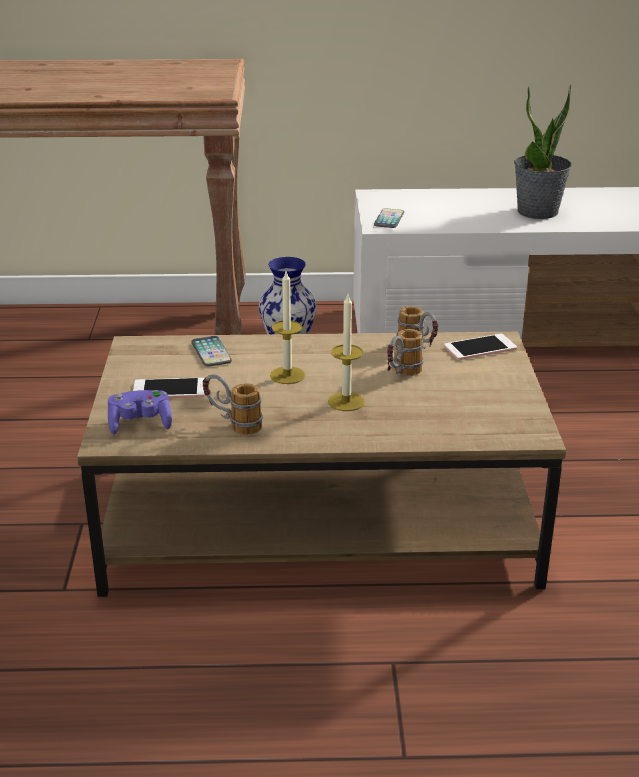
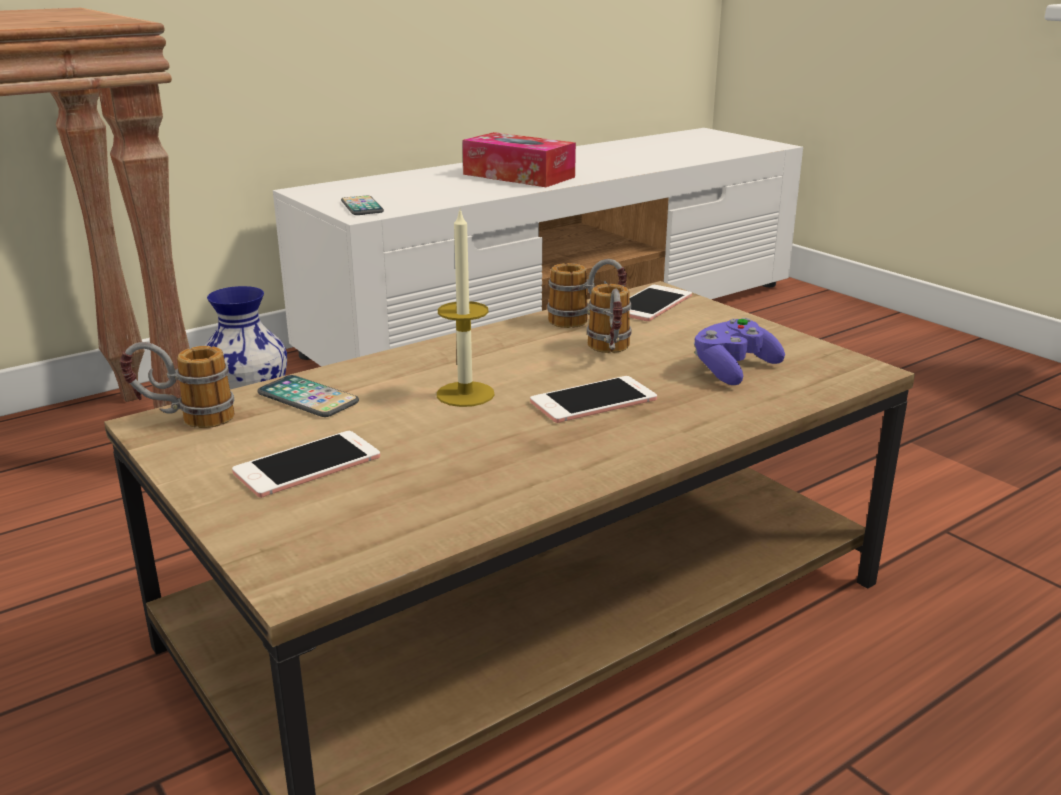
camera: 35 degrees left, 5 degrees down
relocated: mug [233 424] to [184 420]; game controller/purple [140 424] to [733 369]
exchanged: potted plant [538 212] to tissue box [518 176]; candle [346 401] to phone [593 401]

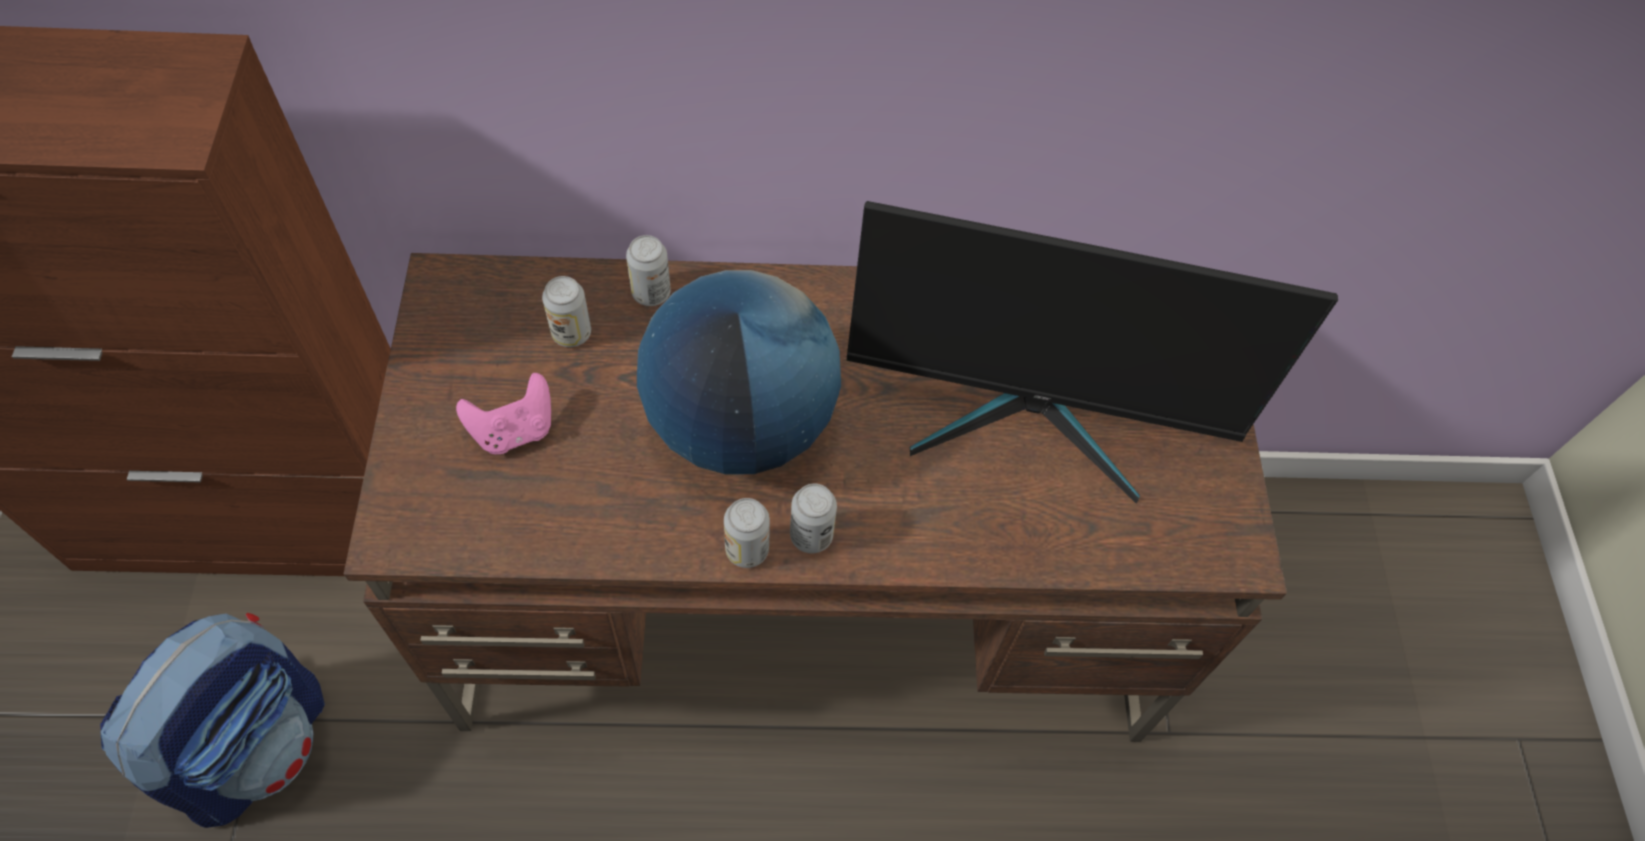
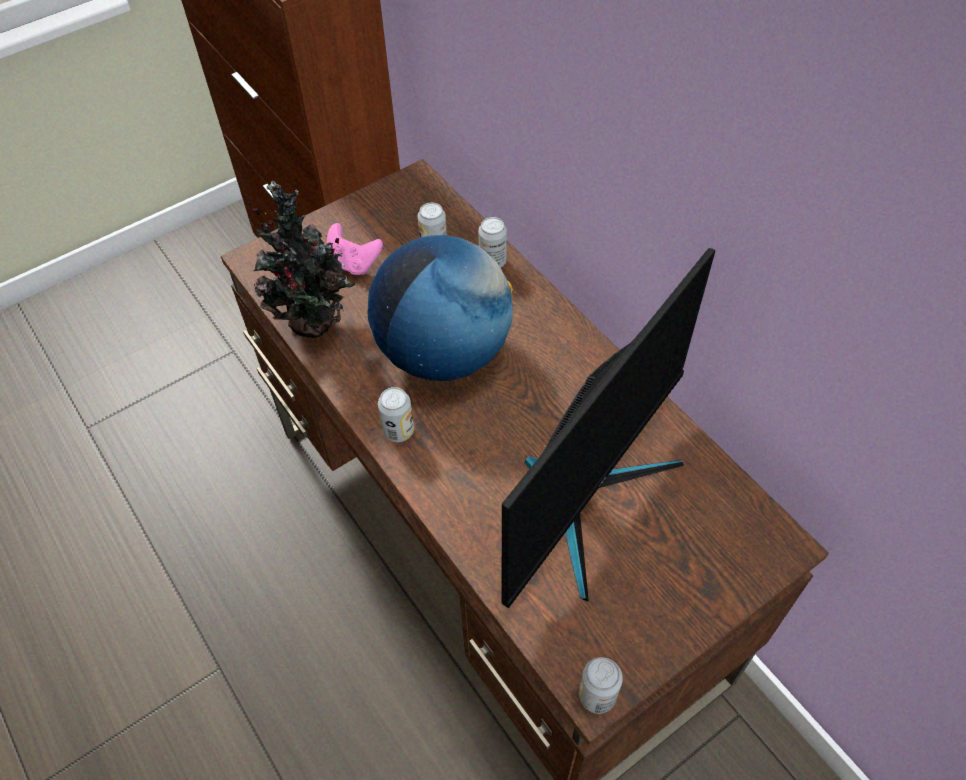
camera: 60 degrees right, 5 degrees down
missing: backpack [255 744]
appeared: potted plant [316 325]
relocated: can [747 550] to [597 695]
spun: monitor [1033 417] = [588 498] 120 degrees counterclockwise

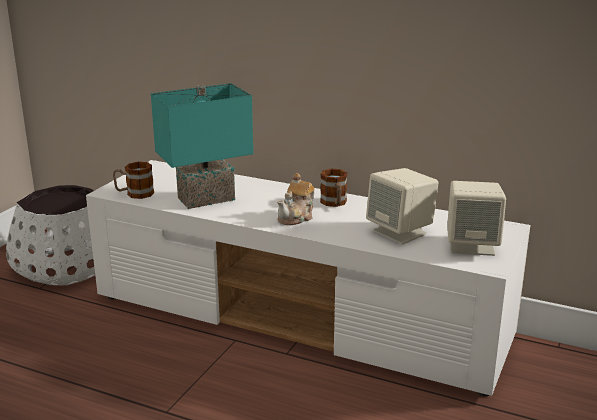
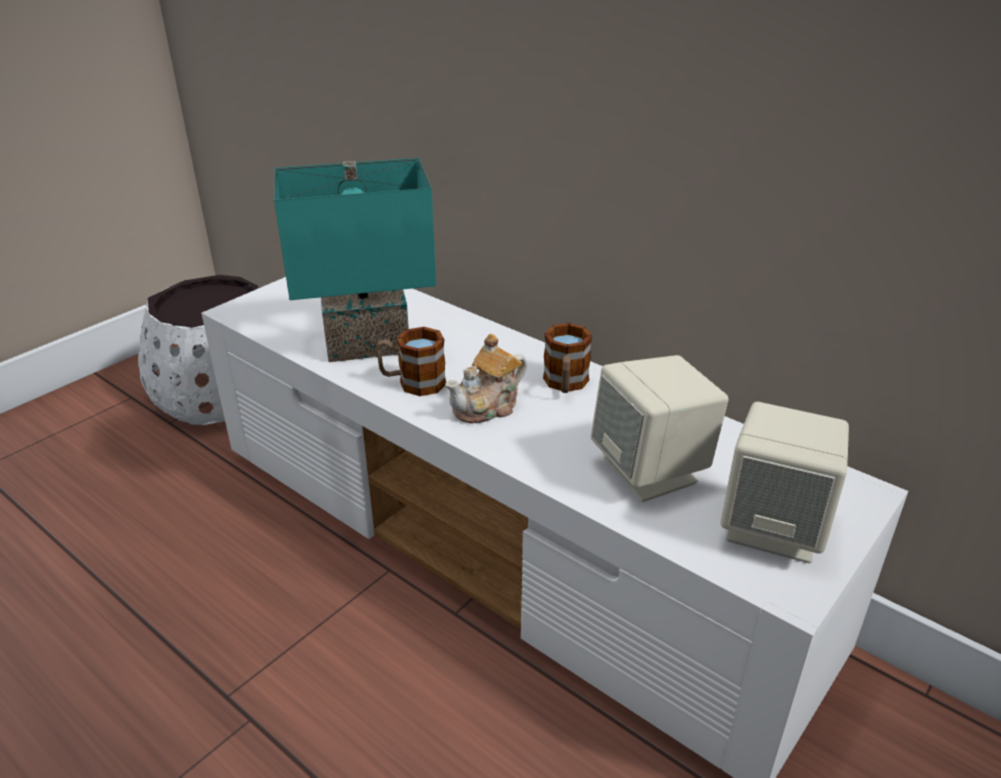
camera: 15 degrees right, 10 degrees up
relocated: mug [134 194] to [412 382]

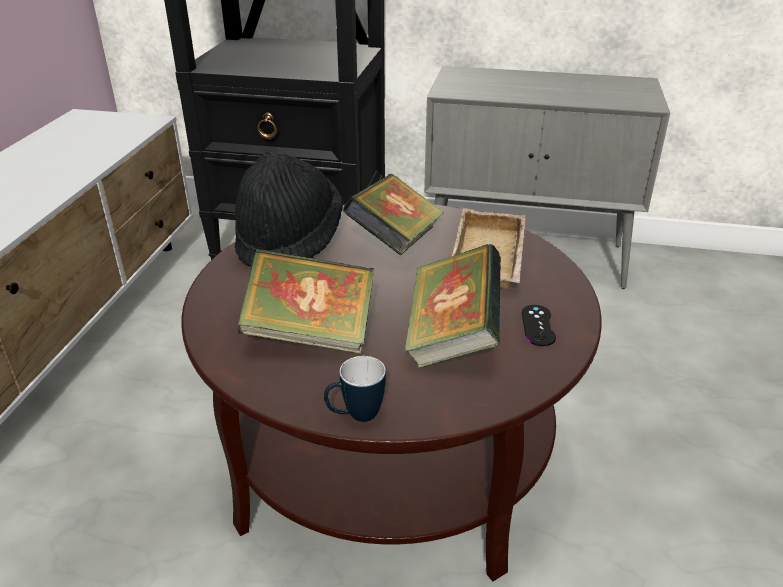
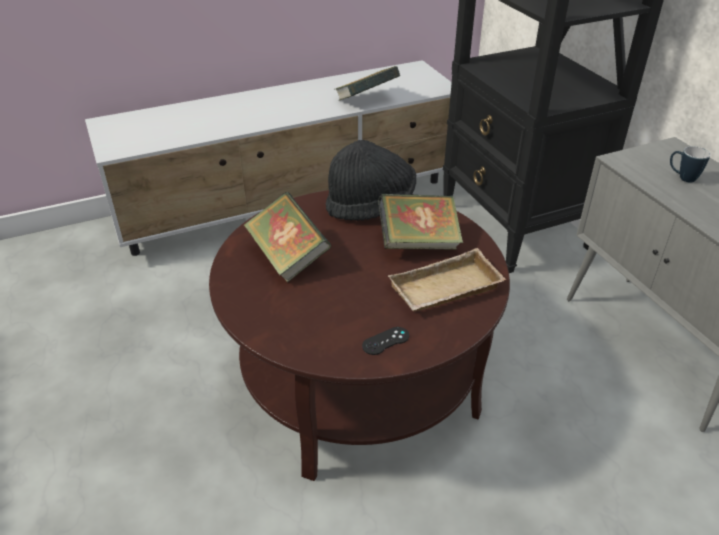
camera: 55 degrees right, 5 degrees up
relocated: book [452 337] to [366 100]; mug [355 416] to [682 178]

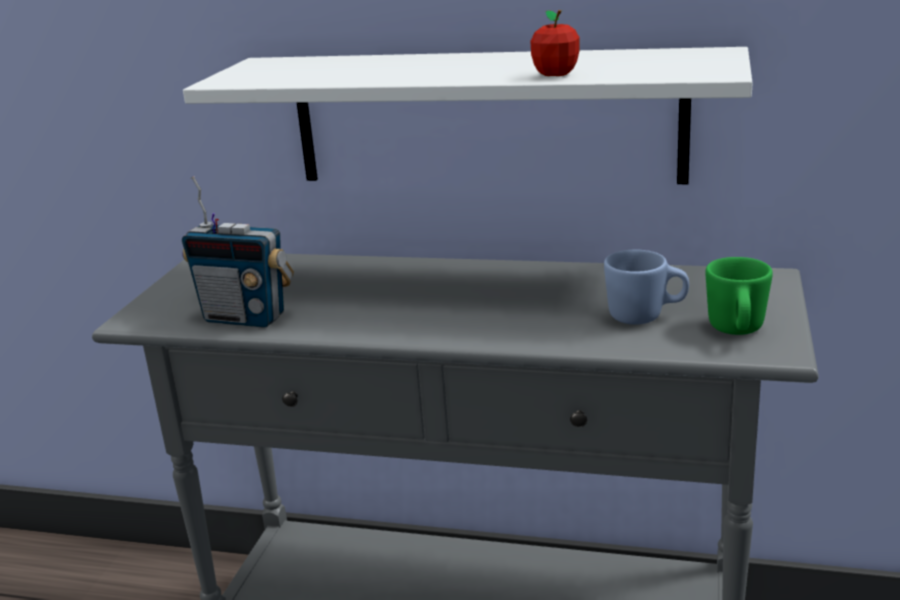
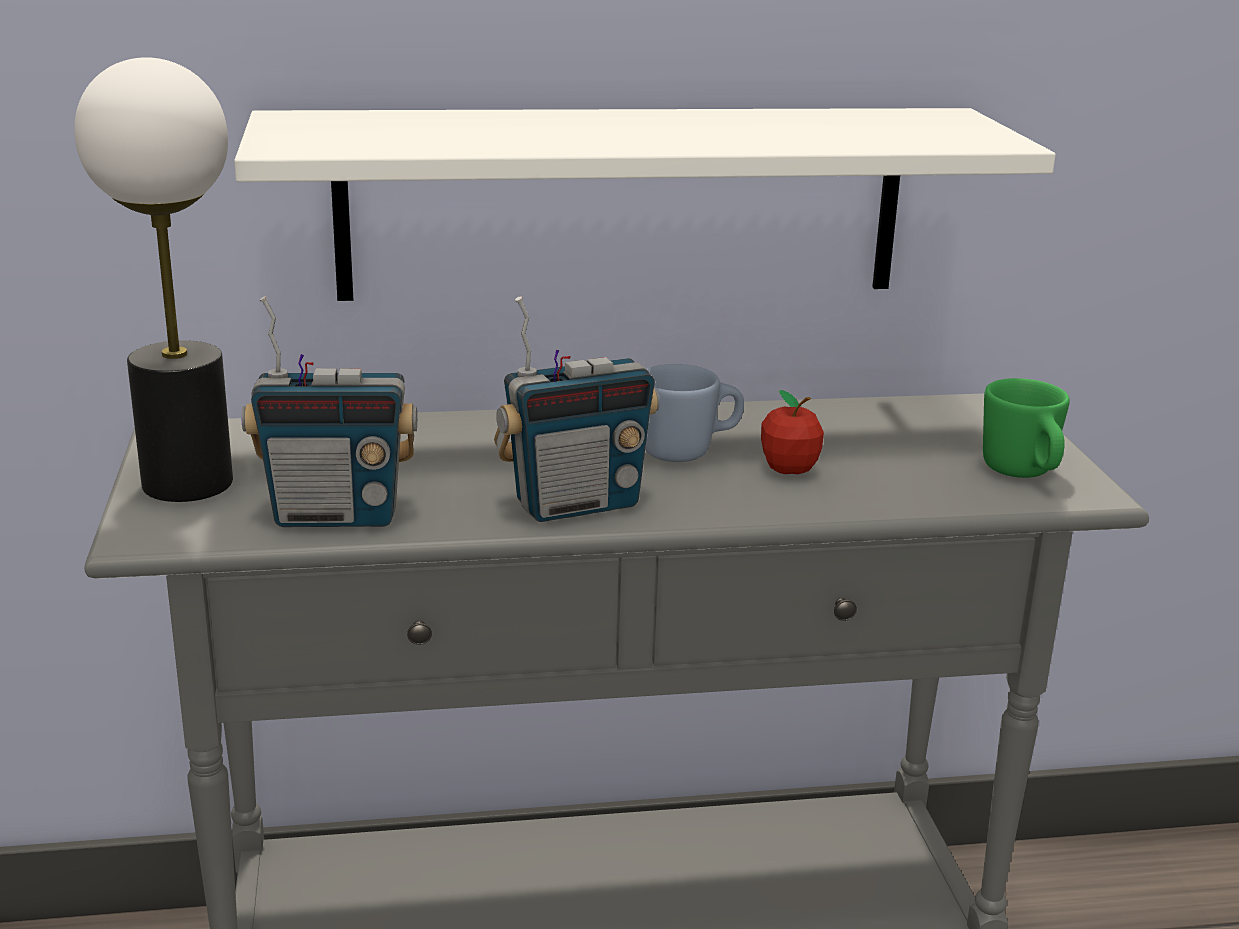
camera: 25 degrees left, 0 degrees up
appeared: table lamp [189 483]; radio [576 504]
relocated: mug/blue [645 317] to [689 451]; apple [555 74] to [789 469]

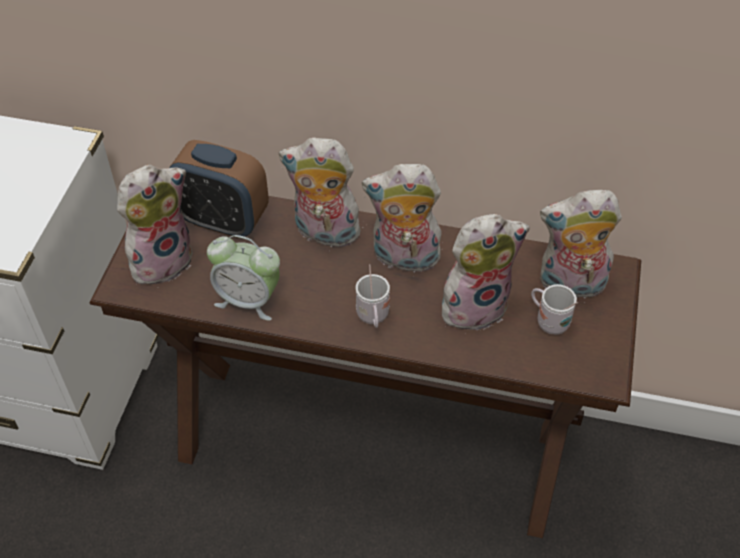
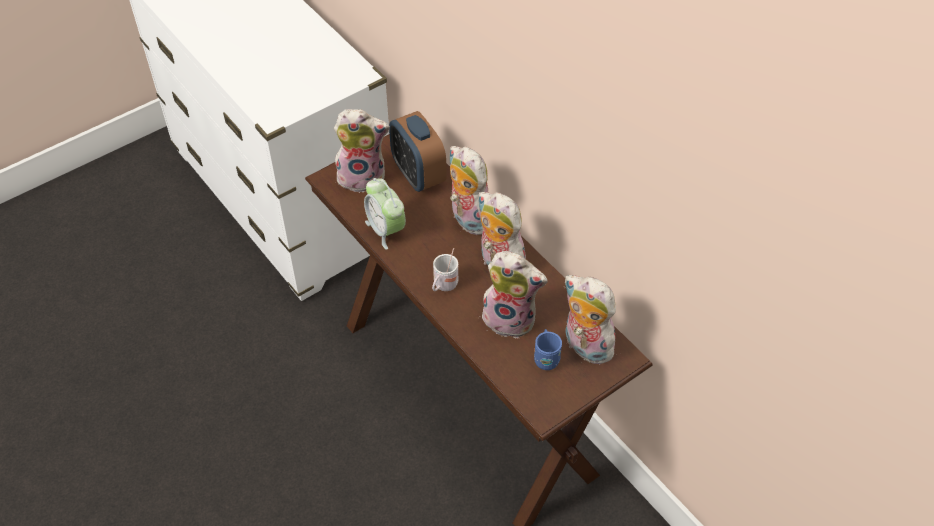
camera: 40 degrees right, 0 degrees up
colour: mug/white [548 321] to mug/blue [546 358]

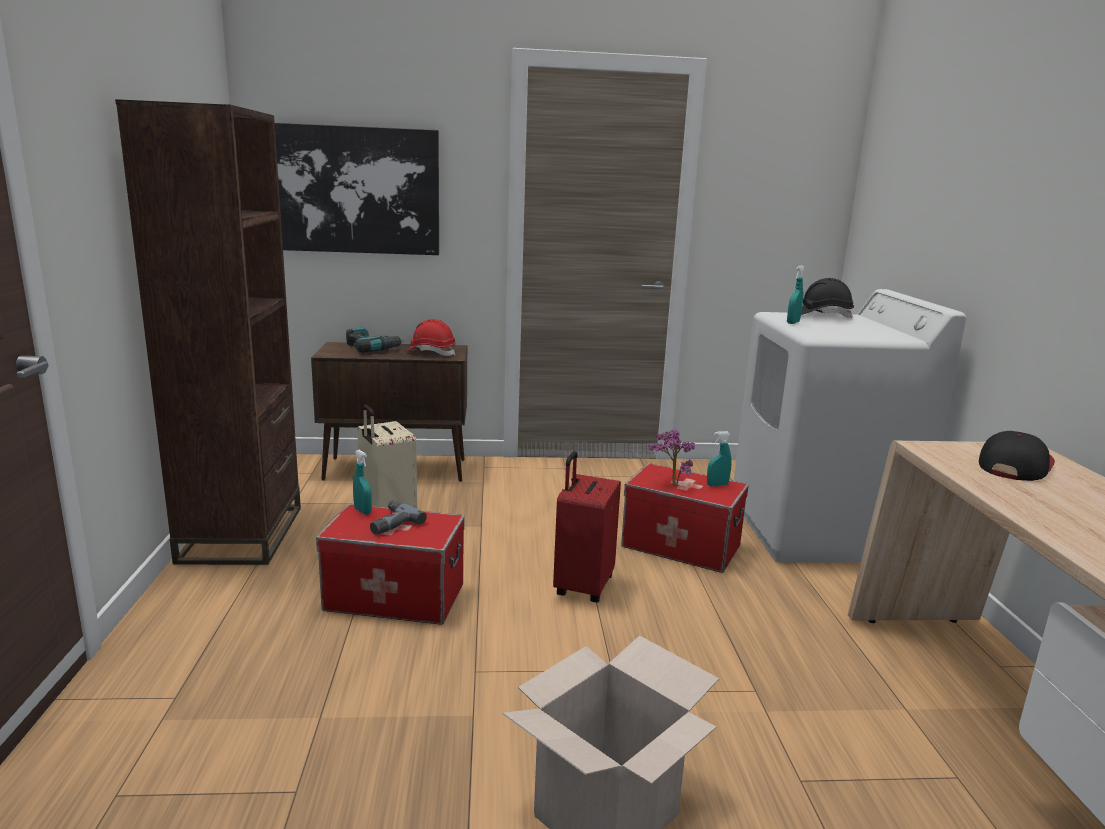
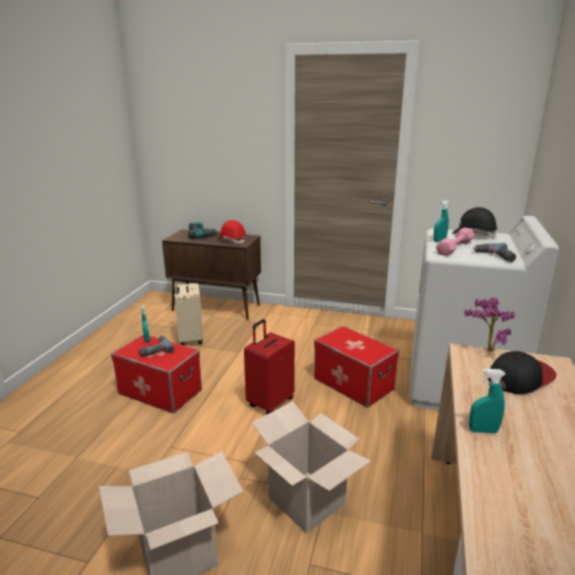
camera: 20 degrees right, 5 degrees up
missing: bookcase/brown [242 534]; picture [348 190]
appeared: cardboard box [306 501]; dumbbell/pink [455 247]; power drill [495 256]
relocated: potted plant [670 484] to [485 349]; spray bottle/turquoise [717 485] to [483 431]

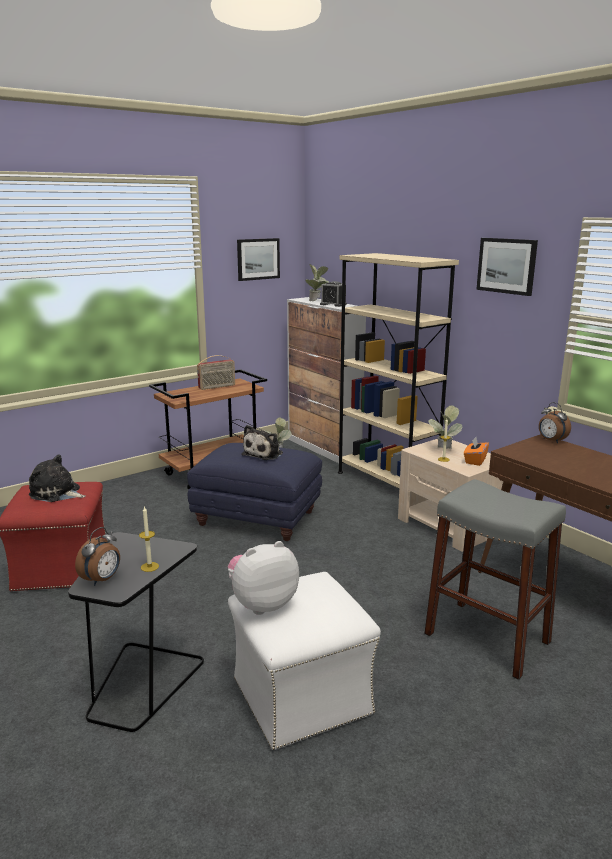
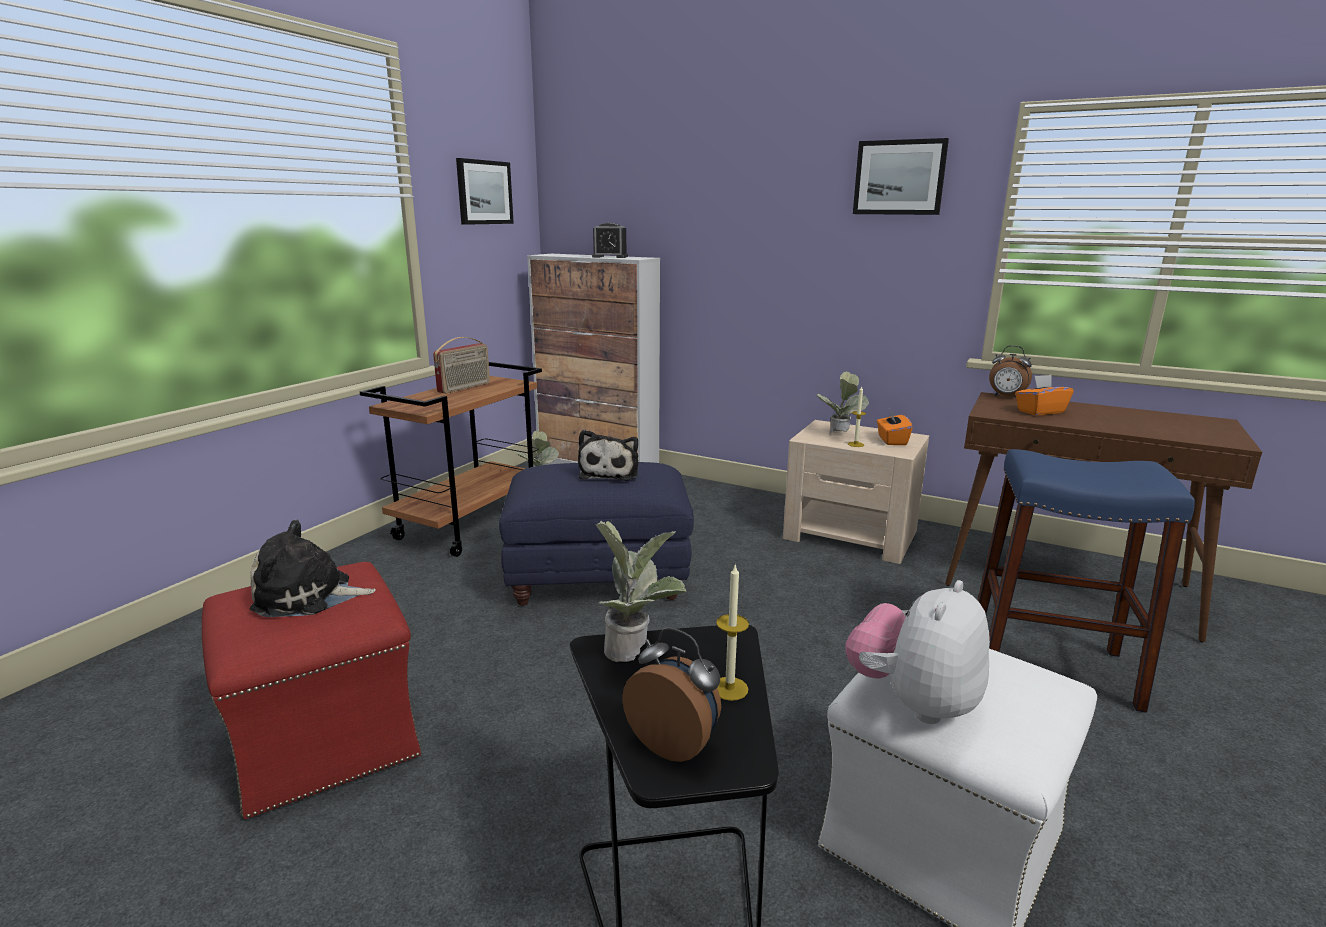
camera: 25 degrees left, 0 degrees up
missing: bookcase/beige [386 483]
appeared: tissue box/orange [1040 411]
relocated: potted plant [317 301] to [636 651]
colour: stool/grey [486 637] to stool/blue [1050 667]
spun: alarm clock [102 579] = [675 743] 60 degrees counterclockwise

